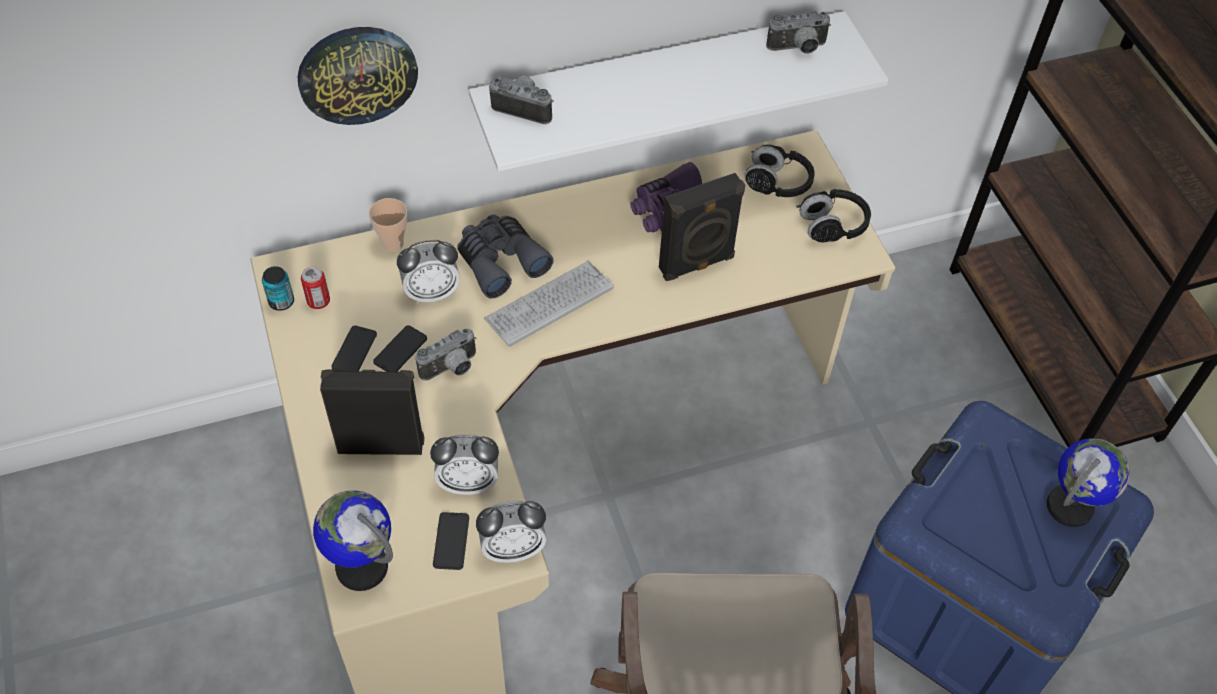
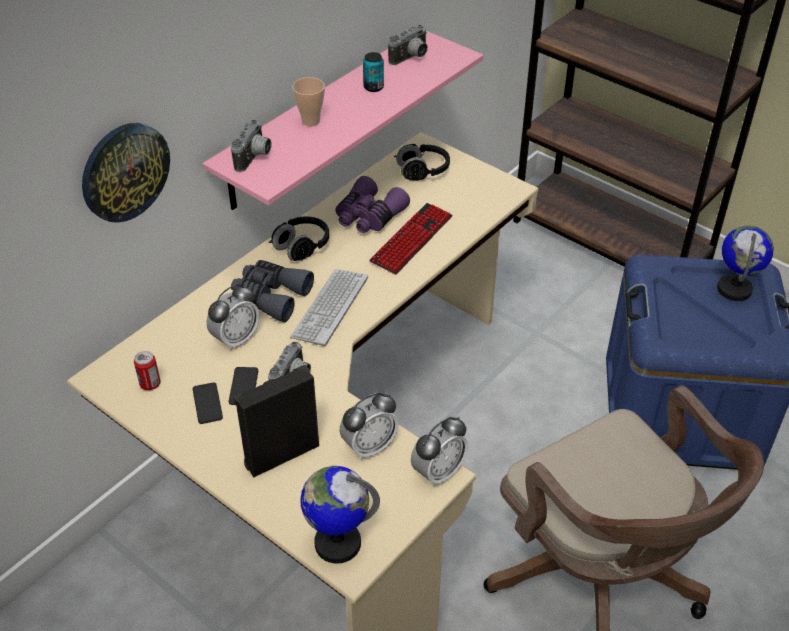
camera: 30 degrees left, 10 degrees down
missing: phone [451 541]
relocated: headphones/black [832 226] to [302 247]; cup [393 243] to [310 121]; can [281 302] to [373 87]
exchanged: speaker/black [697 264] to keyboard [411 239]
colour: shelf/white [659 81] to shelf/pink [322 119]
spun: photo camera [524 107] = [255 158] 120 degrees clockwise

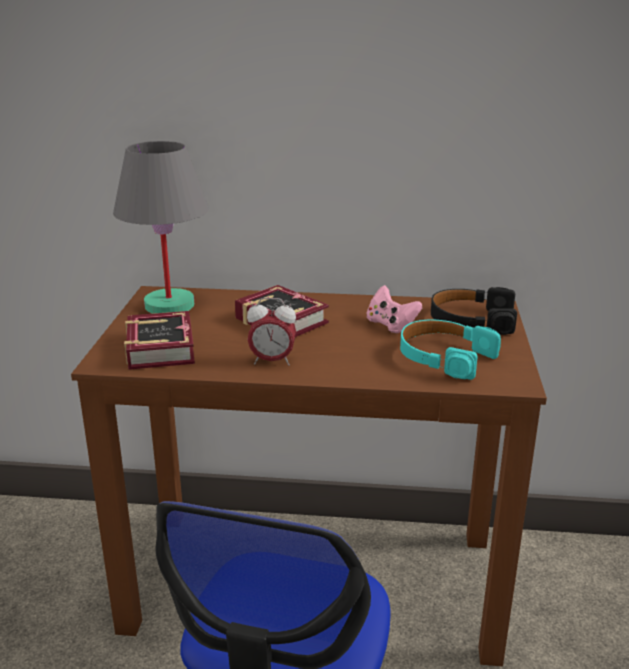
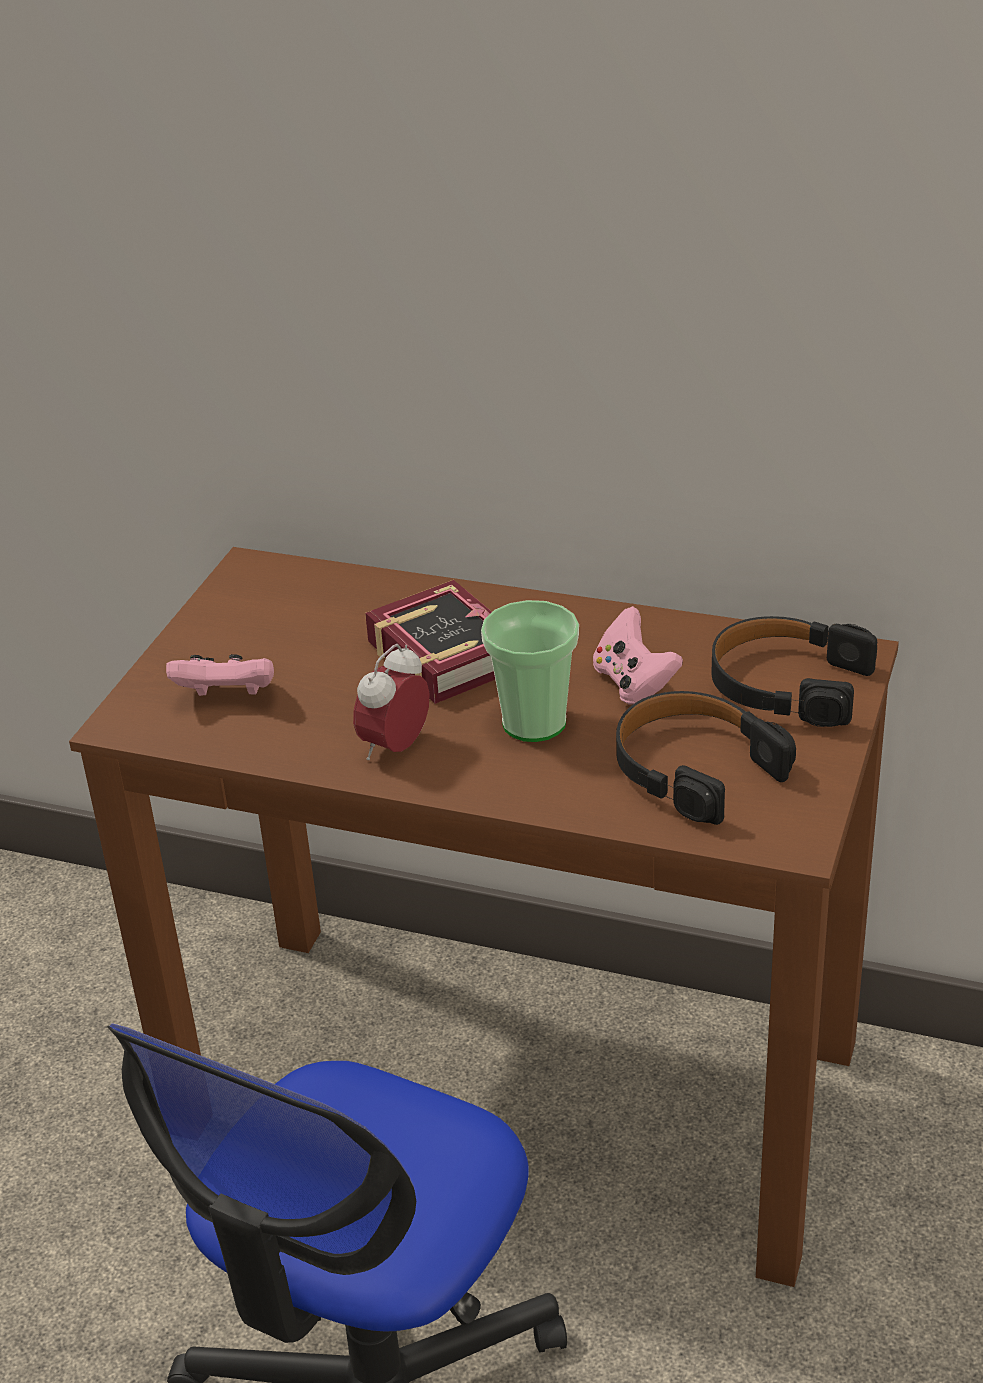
camera: 15 degrees right, 10 degrees up
missing: table lamp/grey [169 305]
appeared: cup [534 723]
exchanged: book [163 346] to game controller/pink [227 697]
colour: headphones/turquoise [444 357] to headphones/black [694 769]
spun: alarm clock [272 361] = [395 748] 105 degrees clockwise

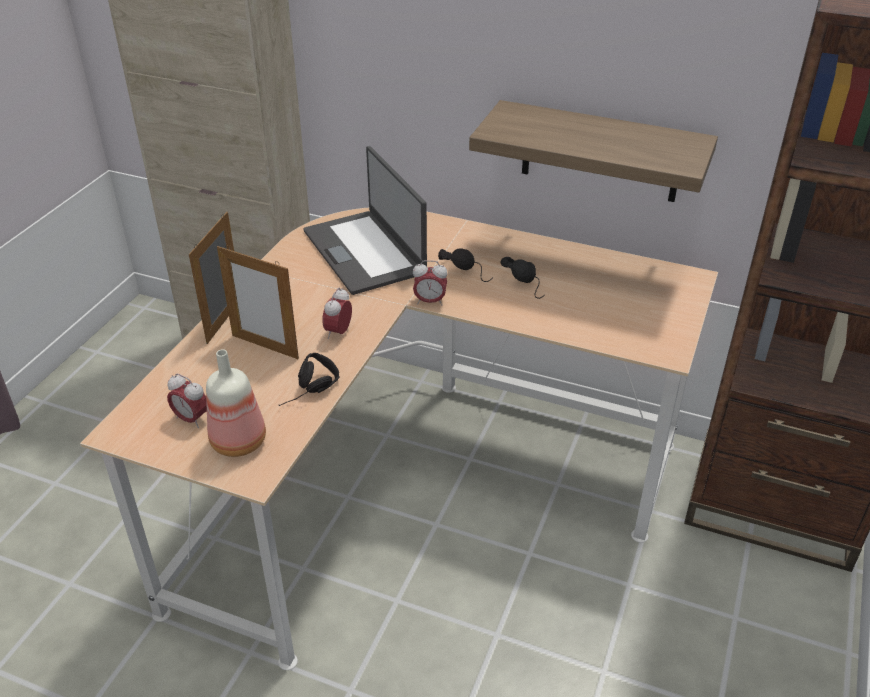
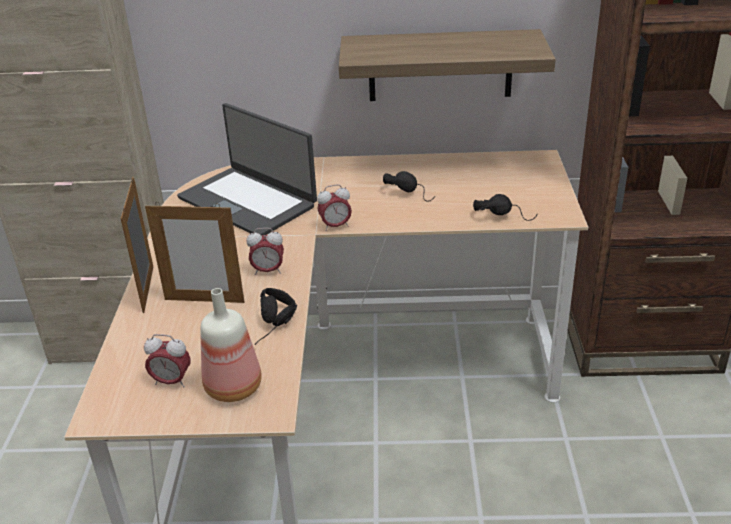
camera: 20 degrees left, 5 degrees down
relocated: headphones/black [468 271] to [504 215]
spun: alarm clock [338 332] = [268 271] 90 degrees counterclockwise

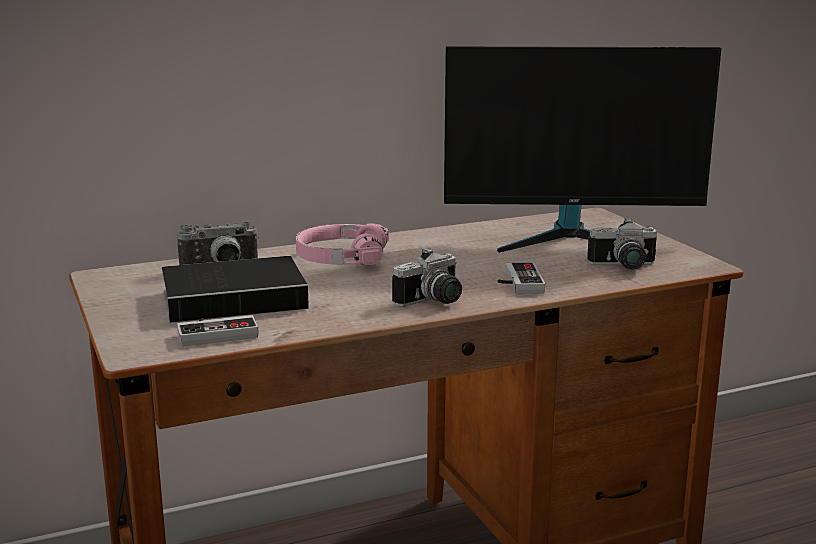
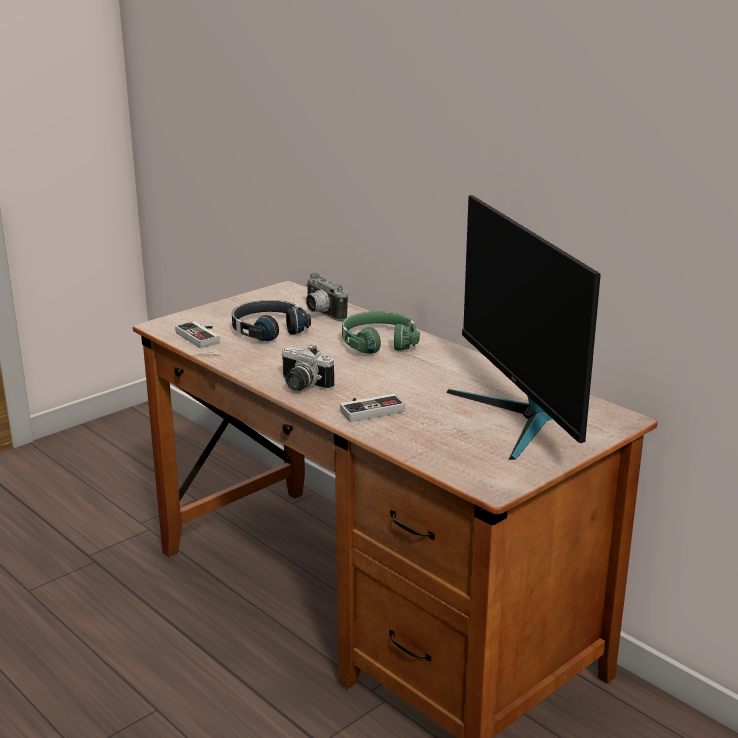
camera: 70 degrees right, 5 degrees up
missing: photo camera [623 266]
exchanged: book [239 298] to headphones/black [268 330]
colour: headphones/pink [341 258] to headphones/green [378 342]

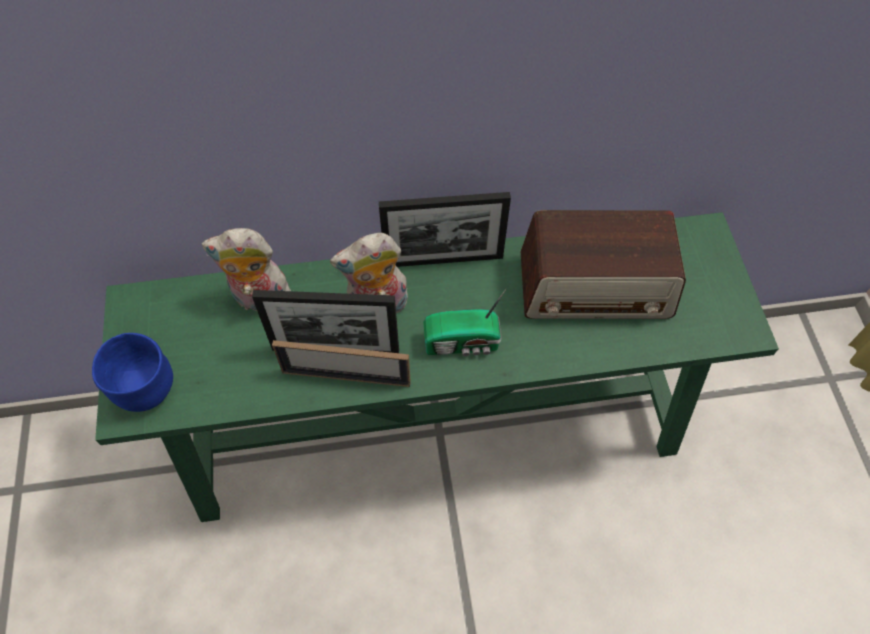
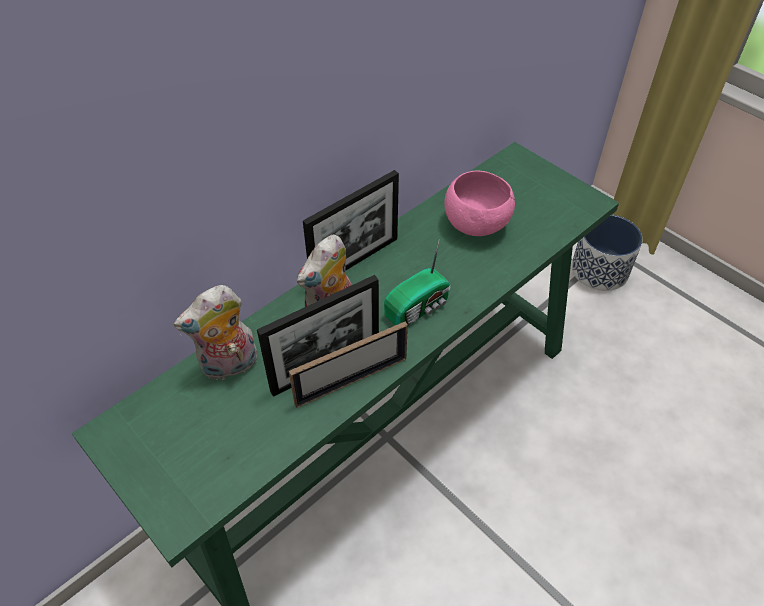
camera: 35 degrees left, 10 degrees down
missing: bowl/blue [145 389]
appeared: planter [599 270]
exchanged: radio [595 286] to bowl/pink [476 224]

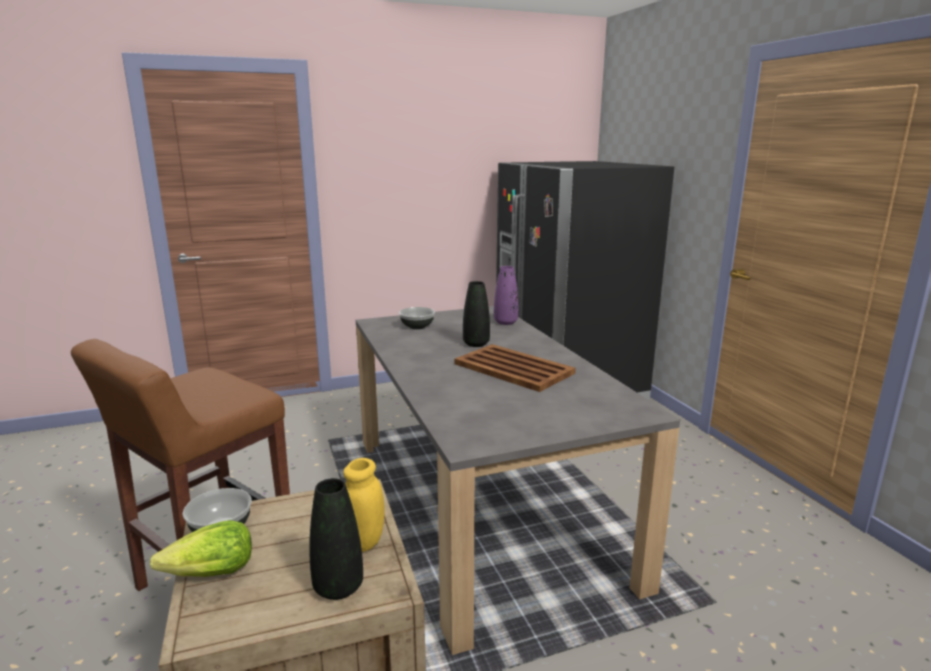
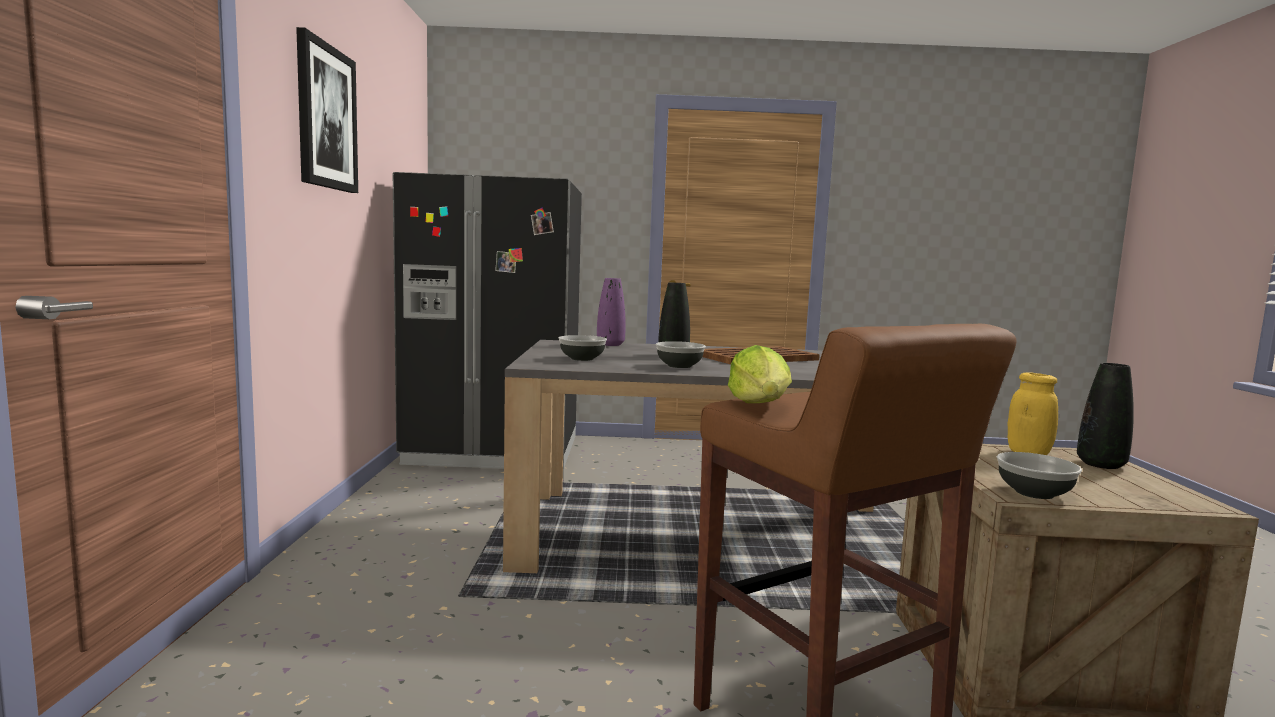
camera: 70 degrees left, 10 degrees down
appeared: picture [326 117]; bowl [679 366]
relocated: lettuce [211 573] to [761 405]

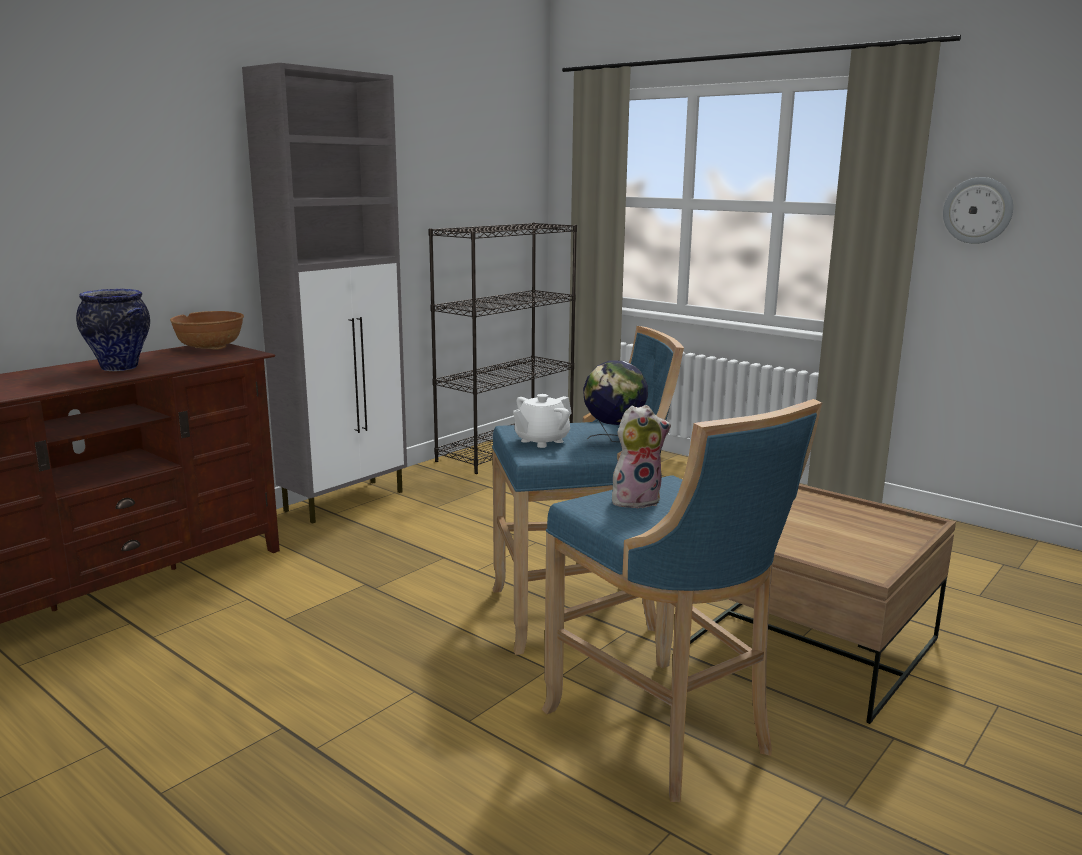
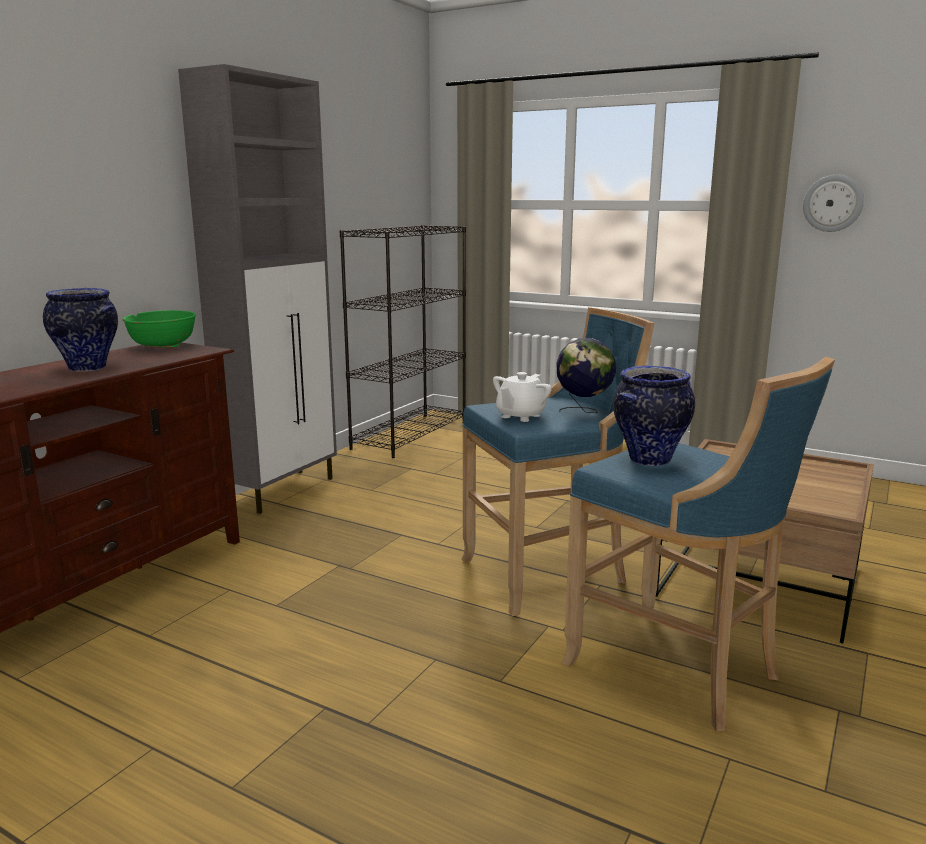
camera: 10 degrees left, 0 degrees up
exchanged: plush toy [636 500] to vase [649 460]
colour: bowl/brown [210 347] to bowl/green [163 346]

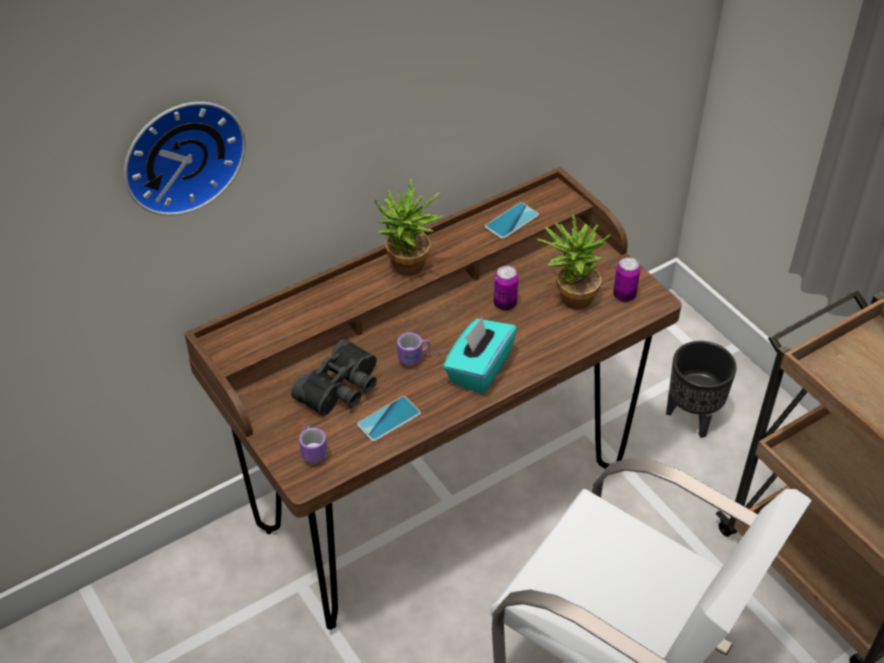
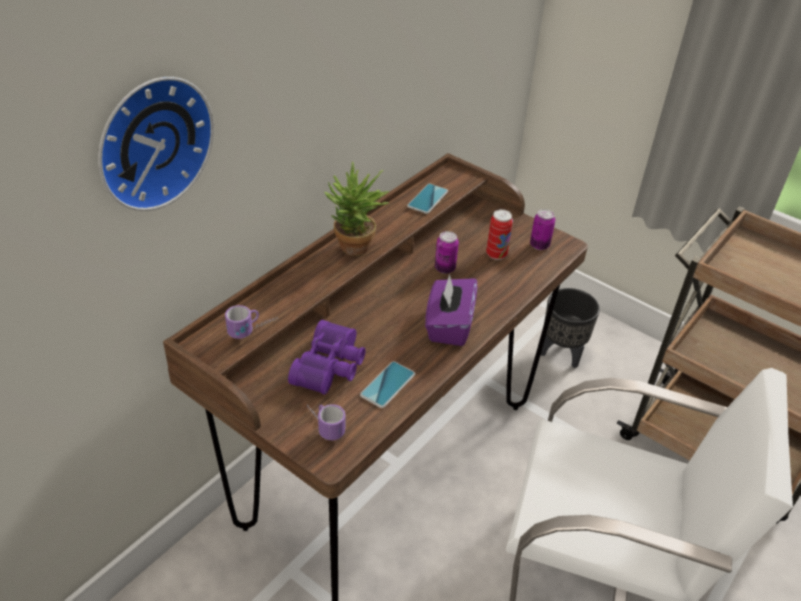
camera: 20 degrees left, 5 degrees down
relocated: mug [424 358] to [254 330]
exchanged: potted plant [569 298] to can [496 254]
colour: binoculars/black [342 389] to binoculars/purple [332 367]; tissue box/turquoise [479 369] to tissue box/purple [448 325]

